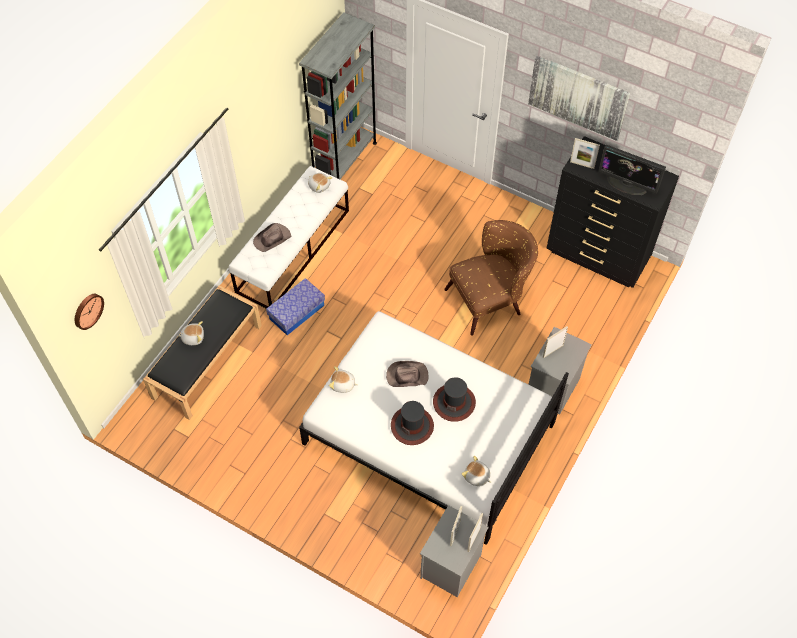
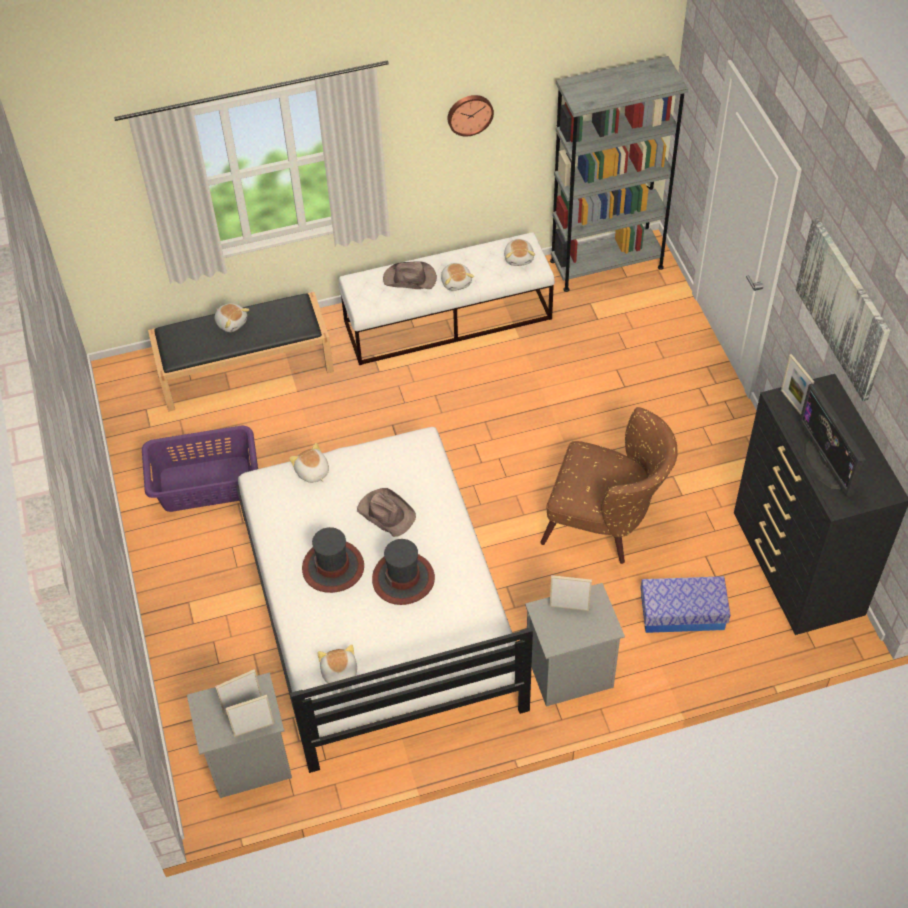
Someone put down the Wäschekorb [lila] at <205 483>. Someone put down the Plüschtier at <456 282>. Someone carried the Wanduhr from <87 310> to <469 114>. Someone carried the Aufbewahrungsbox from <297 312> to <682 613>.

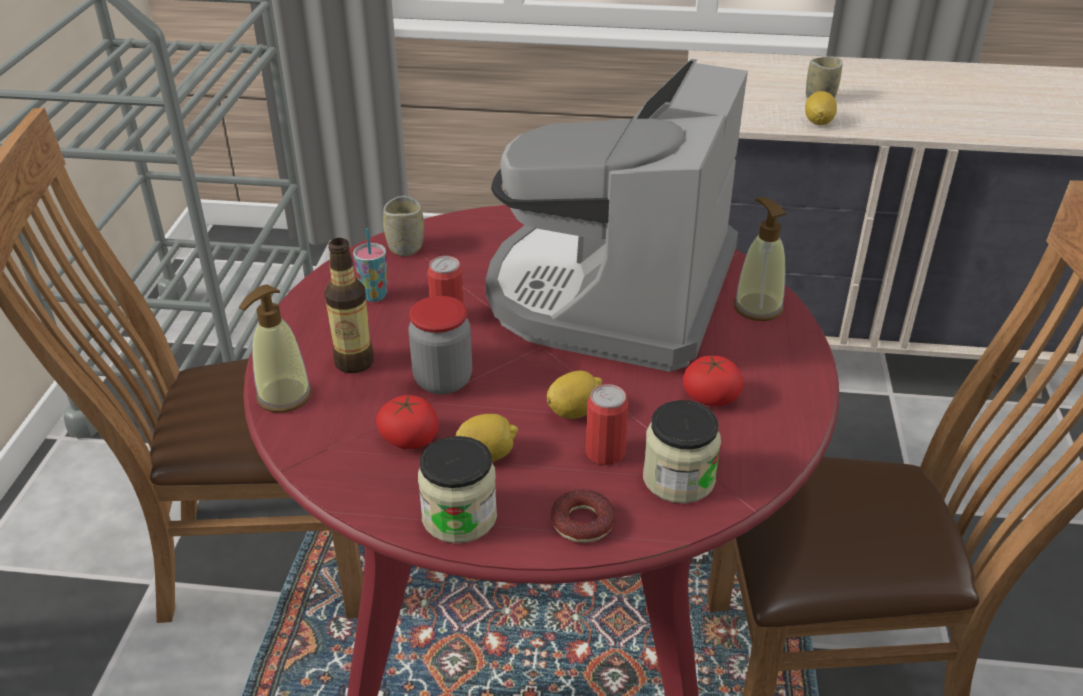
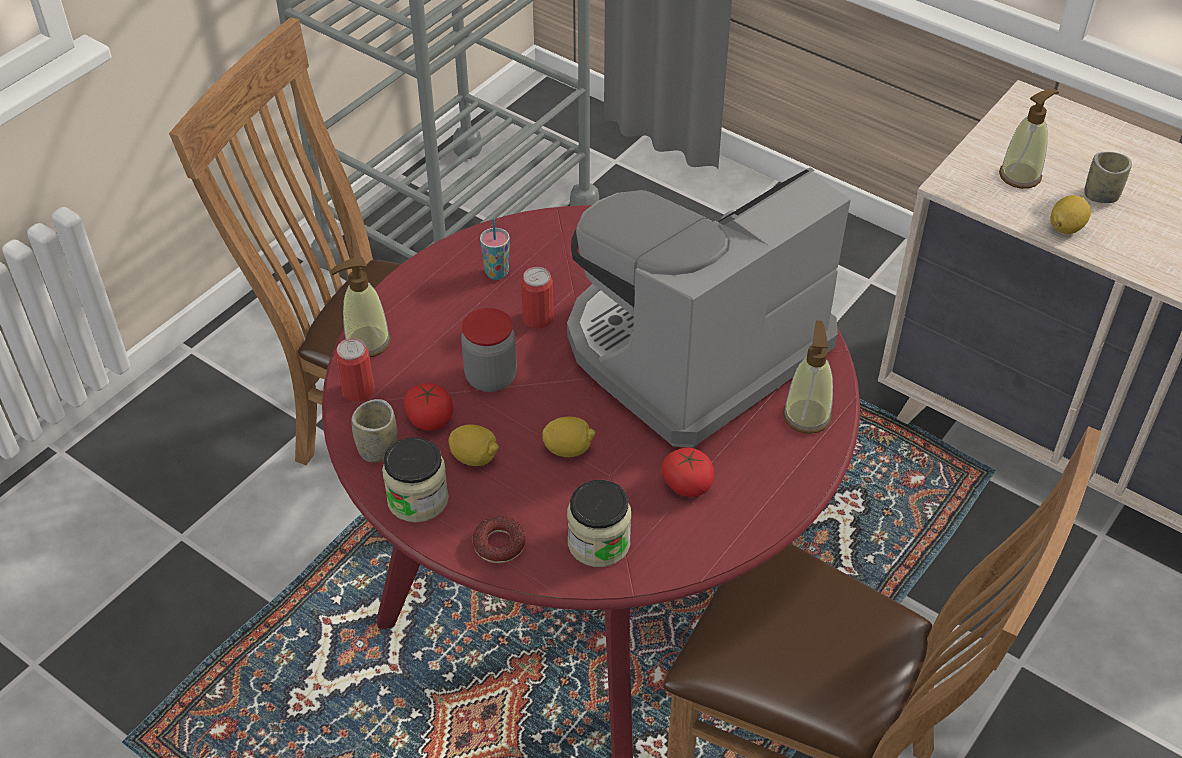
Someone carried the Dose from <605 453> to <358 390>. Someone carried the Tasse from <405 247> to <377 448>. Someone put down the Seifenspender at <1020 176>. Someone took away the Flasche at <354 362>.

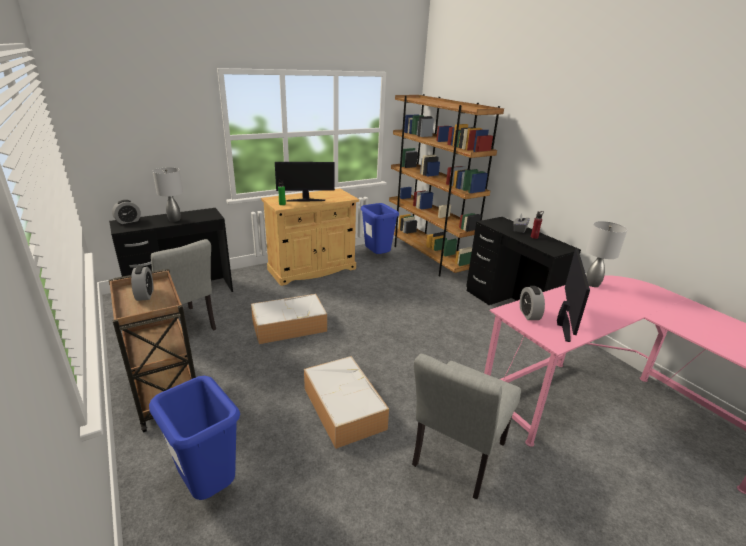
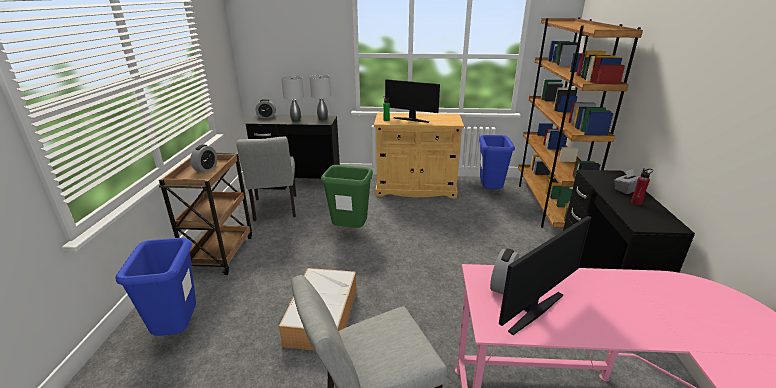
Someone carried the Tischlampe [grau] from <592 284> to <322 119>. Someone swapped the Aufbewahrungsbox at <290 325> for the Mülleimer [grün] at <350 231>.

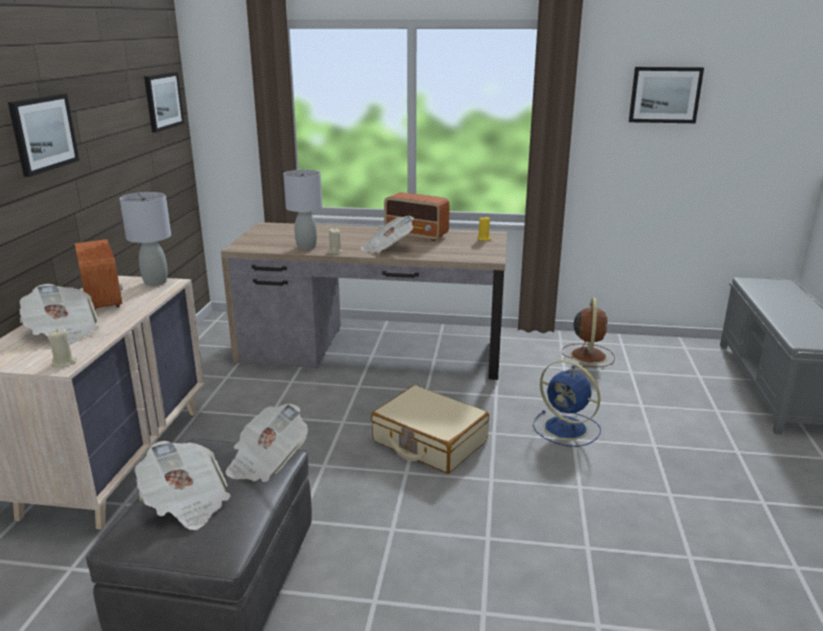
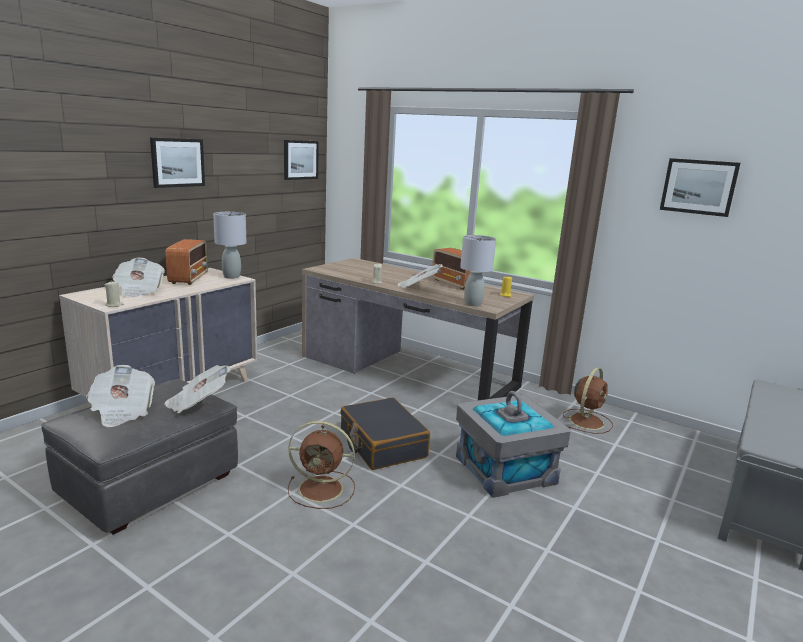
Someone put down the Ventilator [braun] at <323 489>. Someone repainted the Koffer [beige] at <429 441>, which became the Koffer [schwarz] at <382 444>. Someone swapped the Ventilator [blau] at <567 429> for the Aufbewahrungsbox [grau] at <506 470>. Someone carried the Tischlampe [grau] from <306 247> to <472 304>.

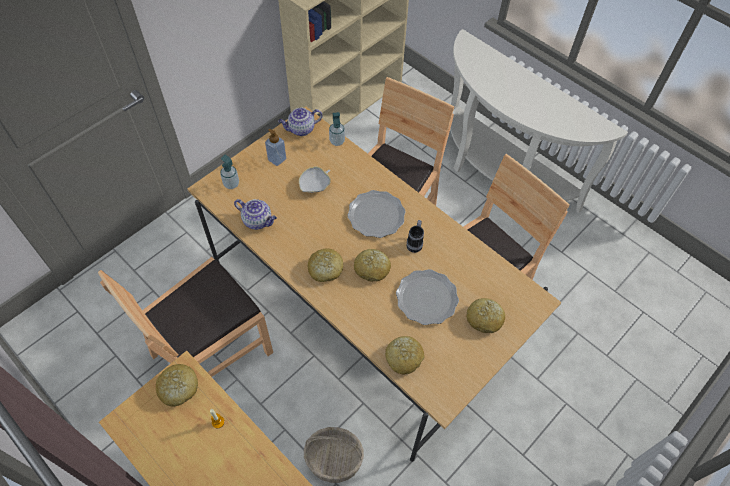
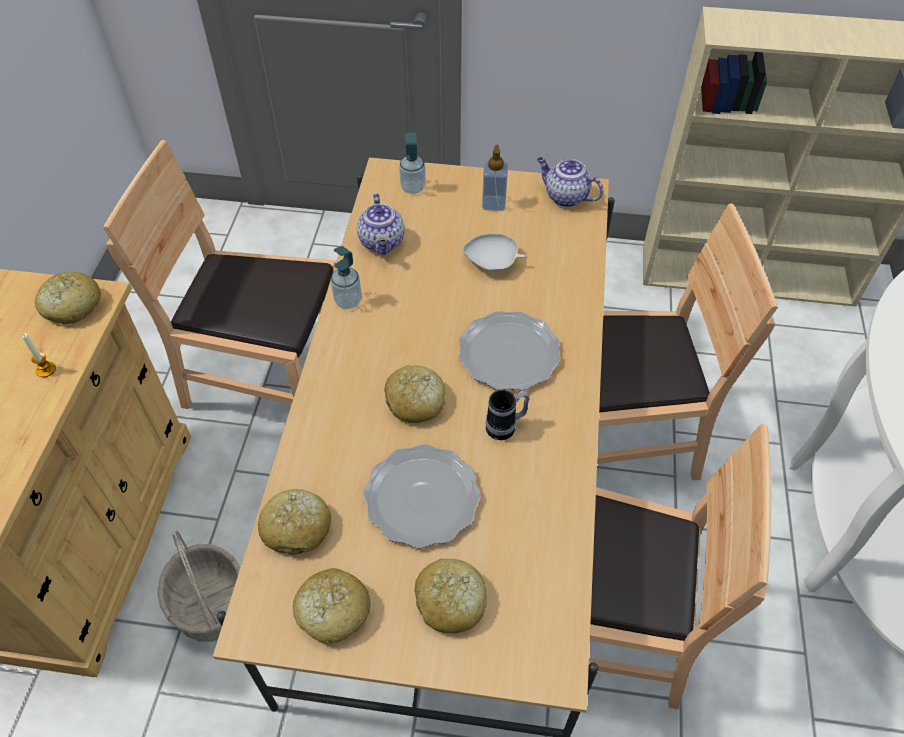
Someone carried the Brot from <325 269> to <332 611>. Someone carried the Seifenspender from <337 141> to <348 301>.

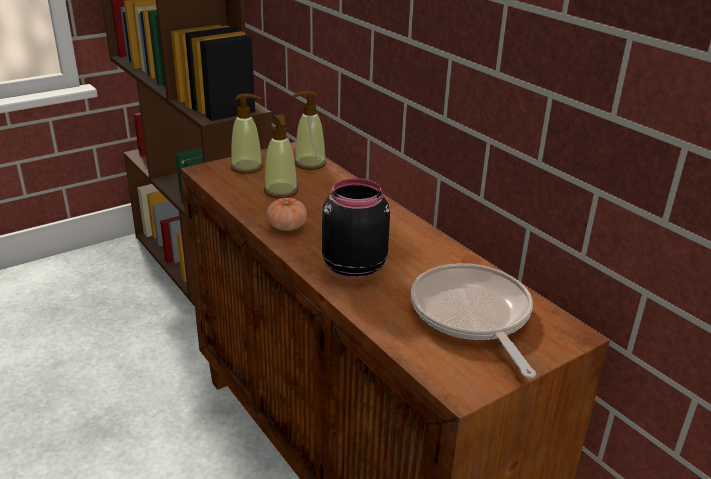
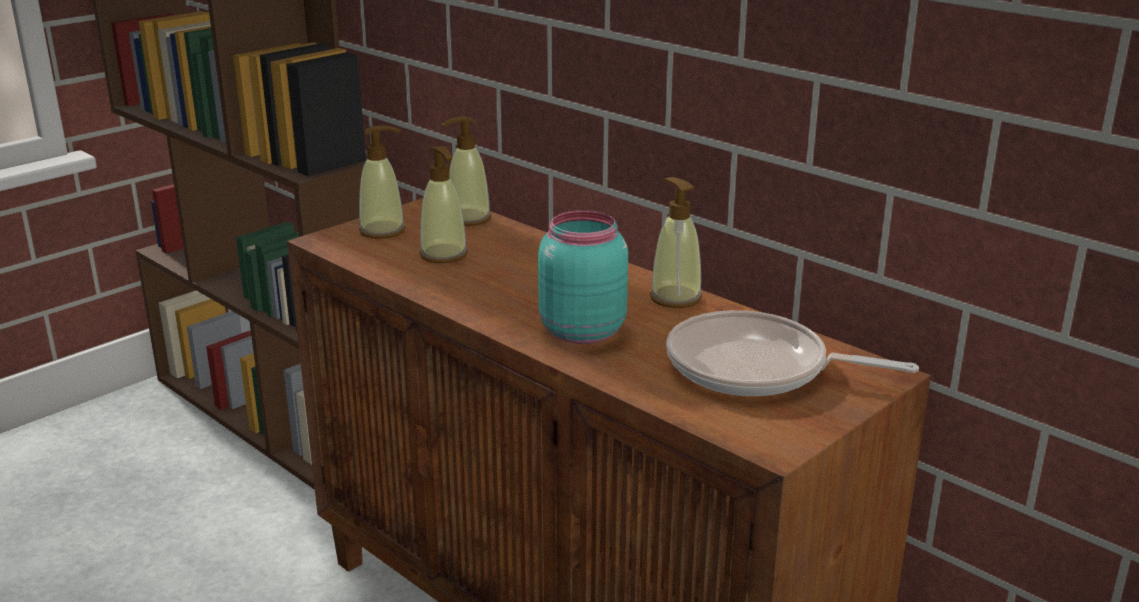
Someone repainted the Vorratsglas [schwarz] at <352 266>, which became the Vorratsglas [türkis] at <580 331>. Someone put down the Seifenspender at <675 298>. Someone rotated the Pfanne at <472 316> by 45 degrees counterclockwise. Someone took away the Tomate at <287 226>.

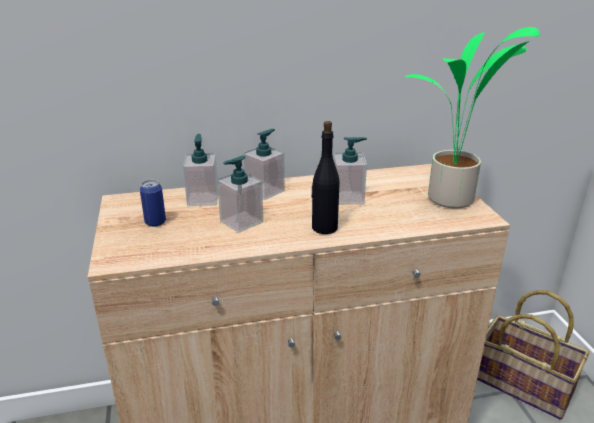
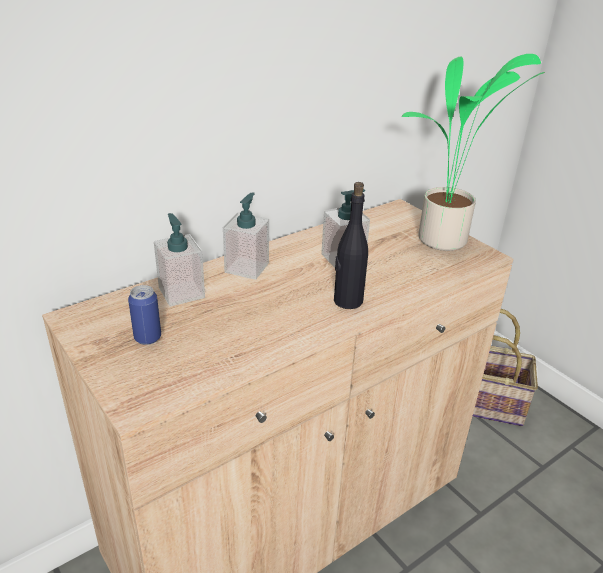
Someone took away the Seifenspender at <241 222>.

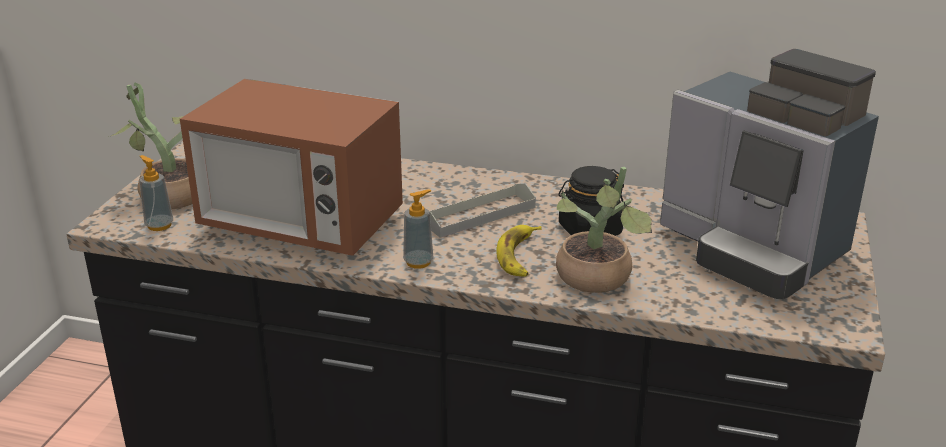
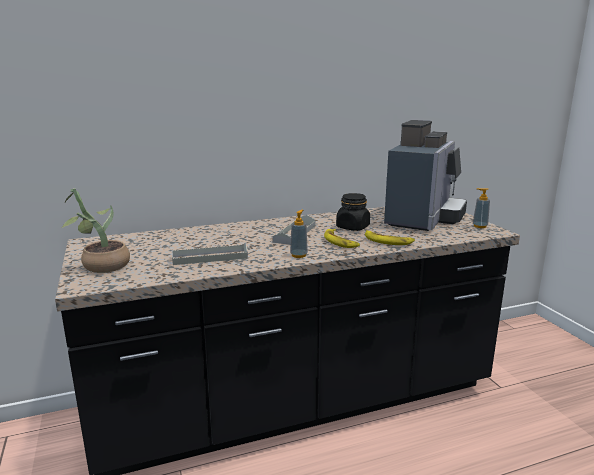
Someone swapped the Mikrowelle at <301 224> for the Tablett [grau] at <210 257>. Someone swapped the Topfpflanze at <598 281> for the Banane at <387 241>. Someone rotated the Kaffeemaschine at <753 249> by 75 degrees counterclockwise. Someone carried the Seifenspender from <159 225> to <479 226>.

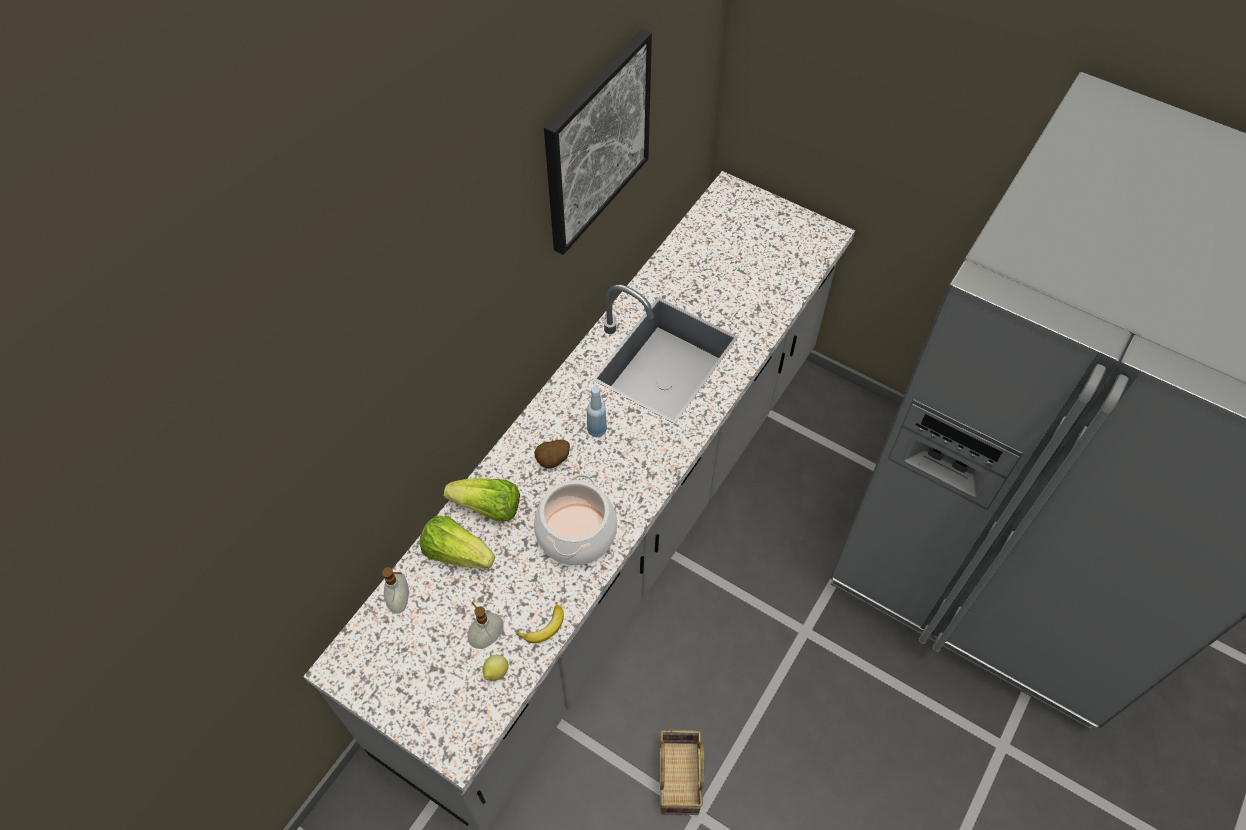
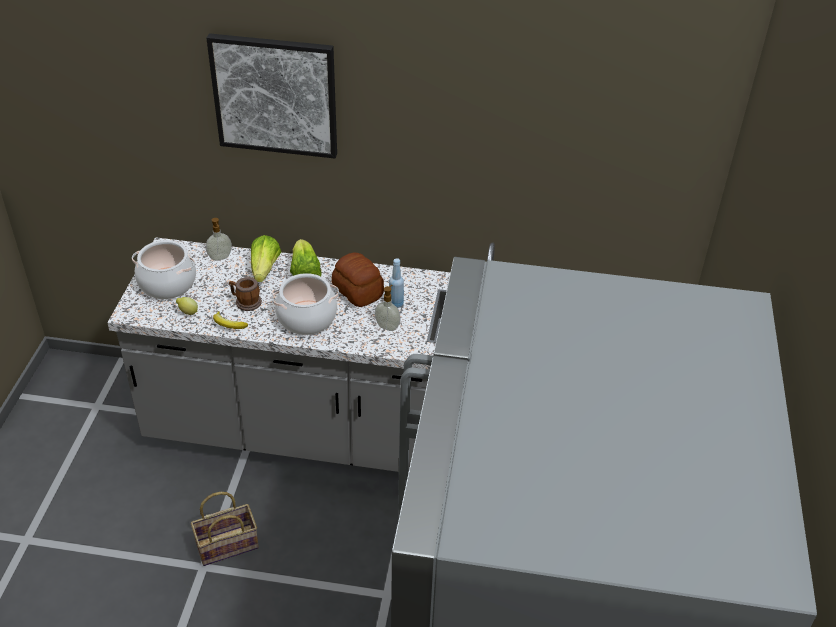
Someone put down the Kochtopf at <167 283>. Someone carried the Bild from <596 142> to <275 95>. Someone put down the Henkelbecher at <245 302>. Someone swapped the Kartoffel at <553 461> for the Brot at <358 290>. Someone carried the Seifenspender from <487 637> to <387 326>.

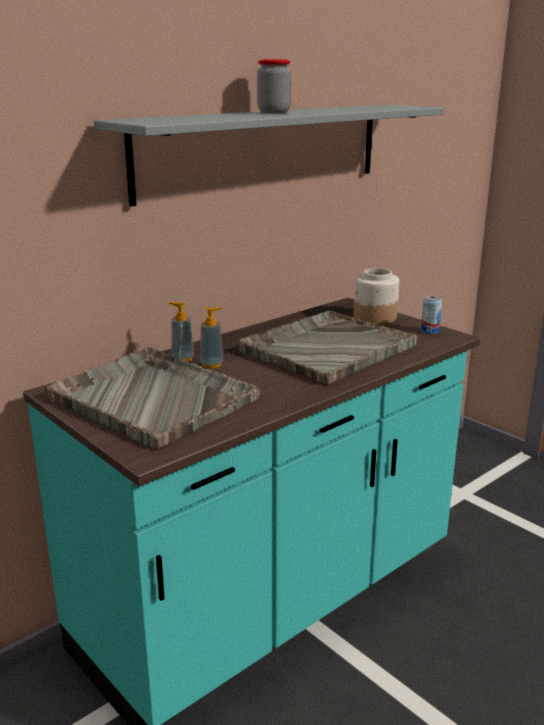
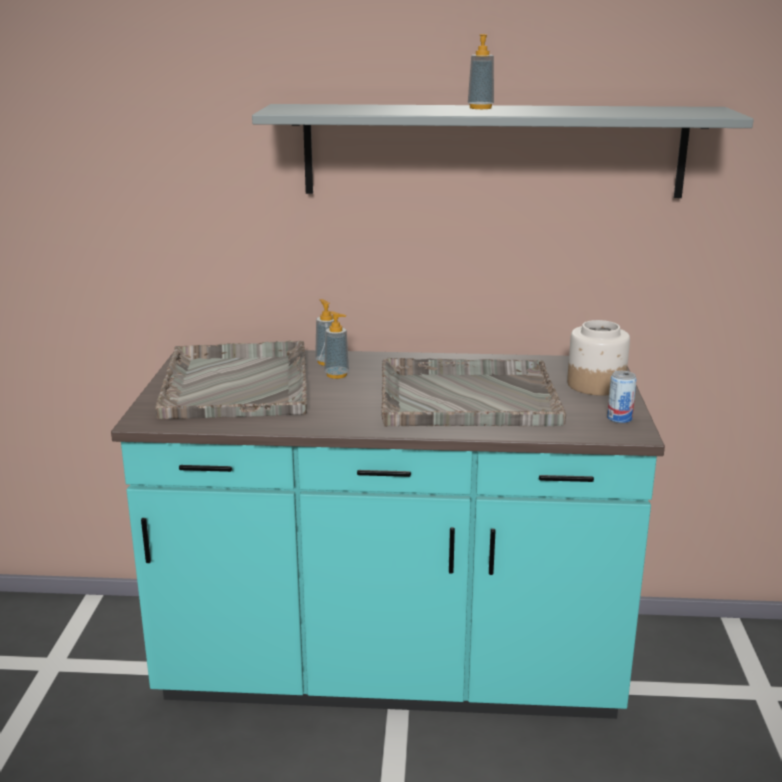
Someone swapped the Vorratsglas at <274 112> for the Seifenspender at <480 108>.

